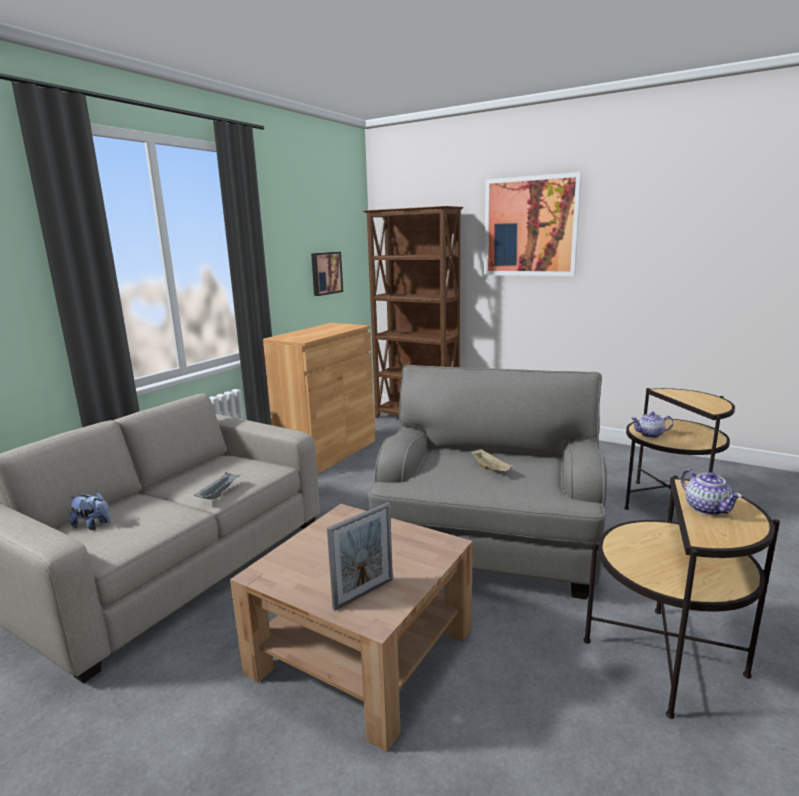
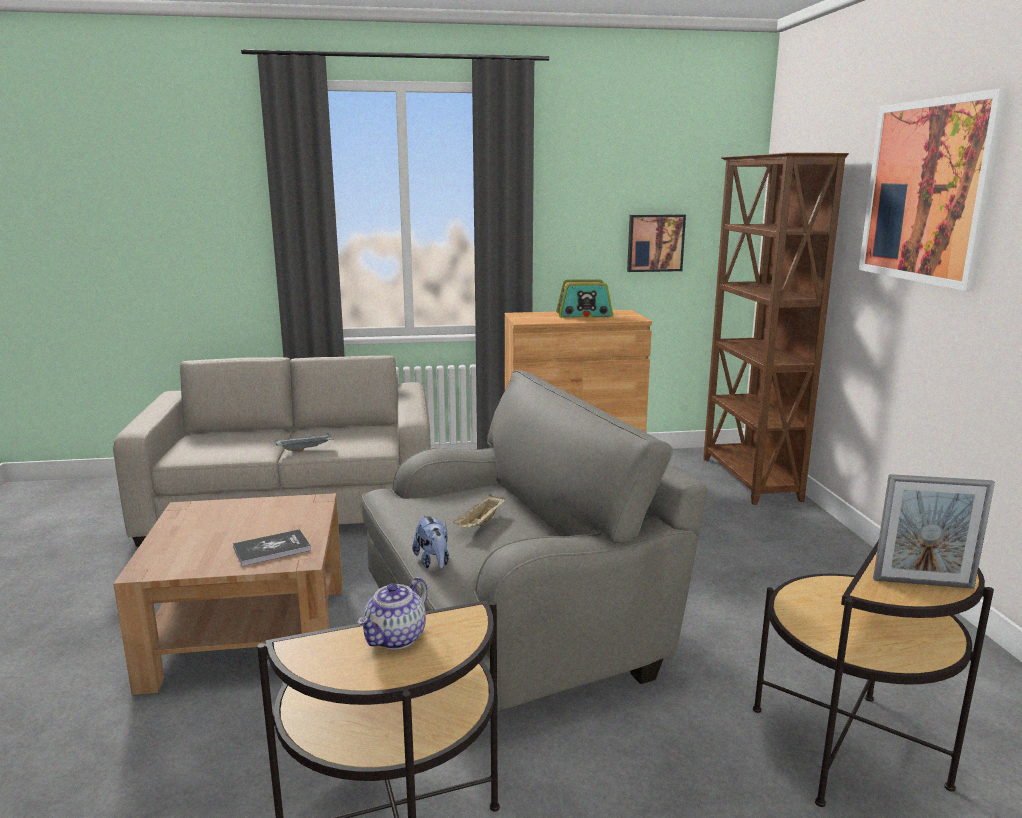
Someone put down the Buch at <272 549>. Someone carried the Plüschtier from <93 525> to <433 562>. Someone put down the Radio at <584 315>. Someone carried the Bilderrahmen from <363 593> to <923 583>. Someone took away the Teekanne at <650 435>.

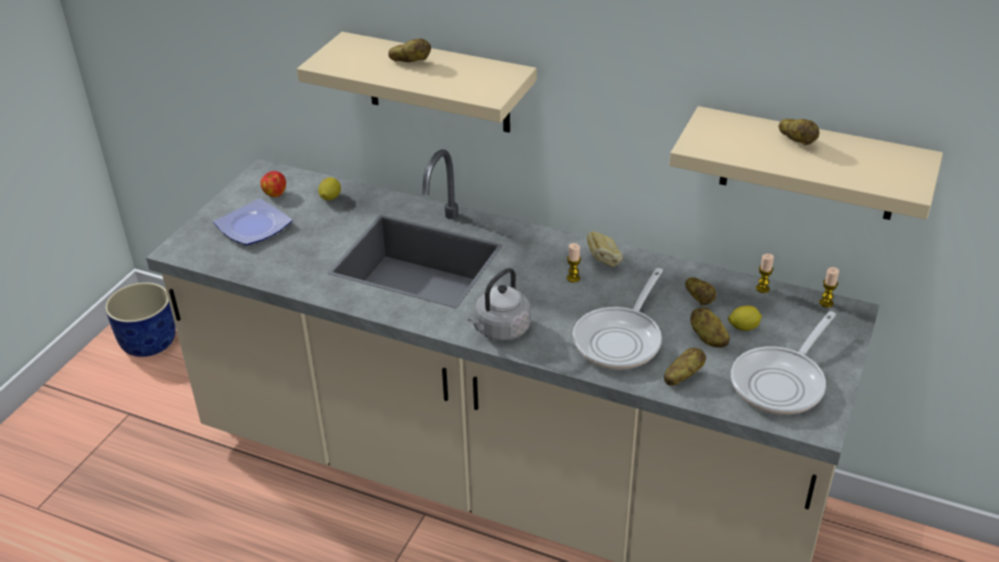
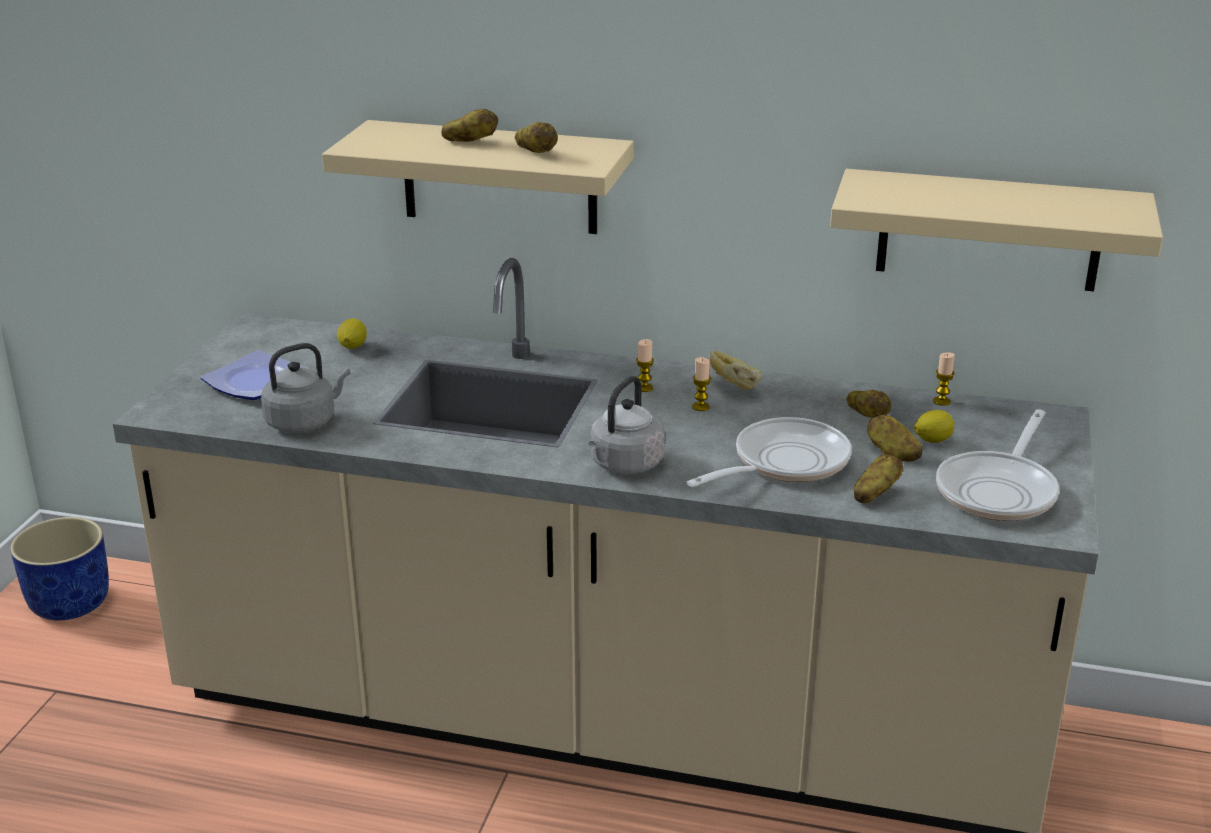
Someone put down the Wasserkessel [grau] at <304 422>. Someone carried the Kartoffel from <797 142> to <536 153>. Someone carried the Kerze from <826 303> to <644 388>. Someone rotated the Pfanne at <621 339> by 150 degrees counterclockwise. Someone took away the Apfel at <275 194>.

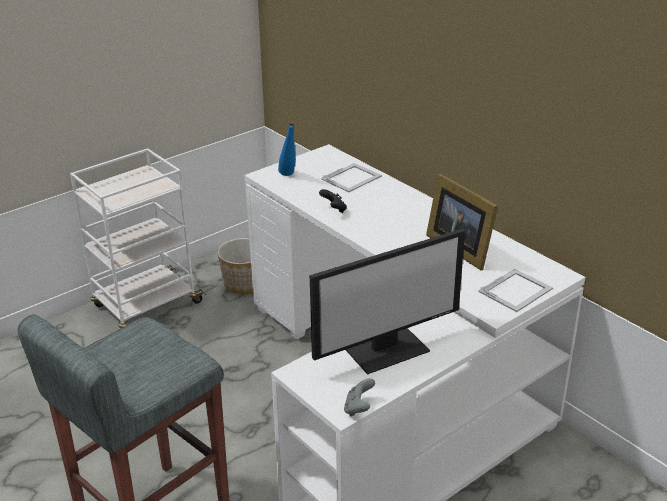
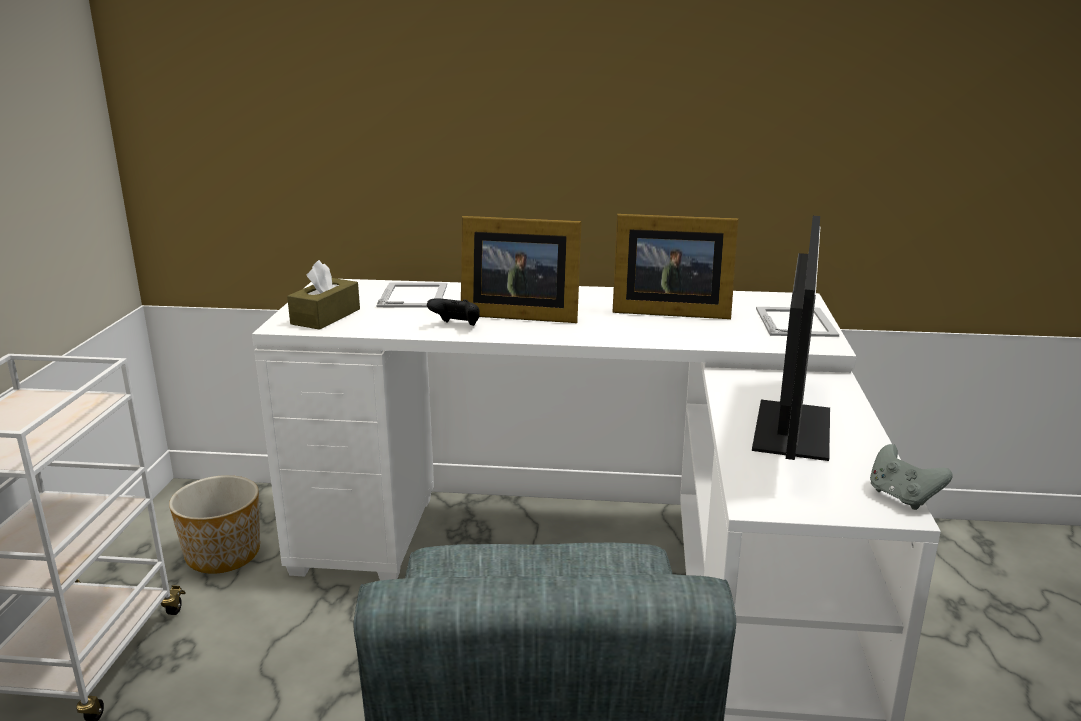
Someone swapped the Flasche [blau] at <289 176> for the Taschentuchbox [braun] at <326 316>. Someone put down the Bilderrahmen at <517 314>.

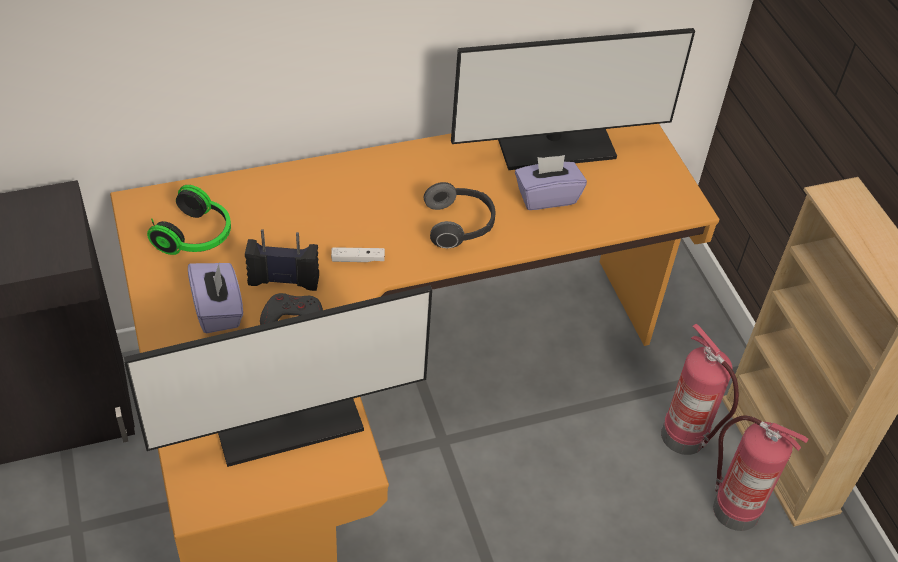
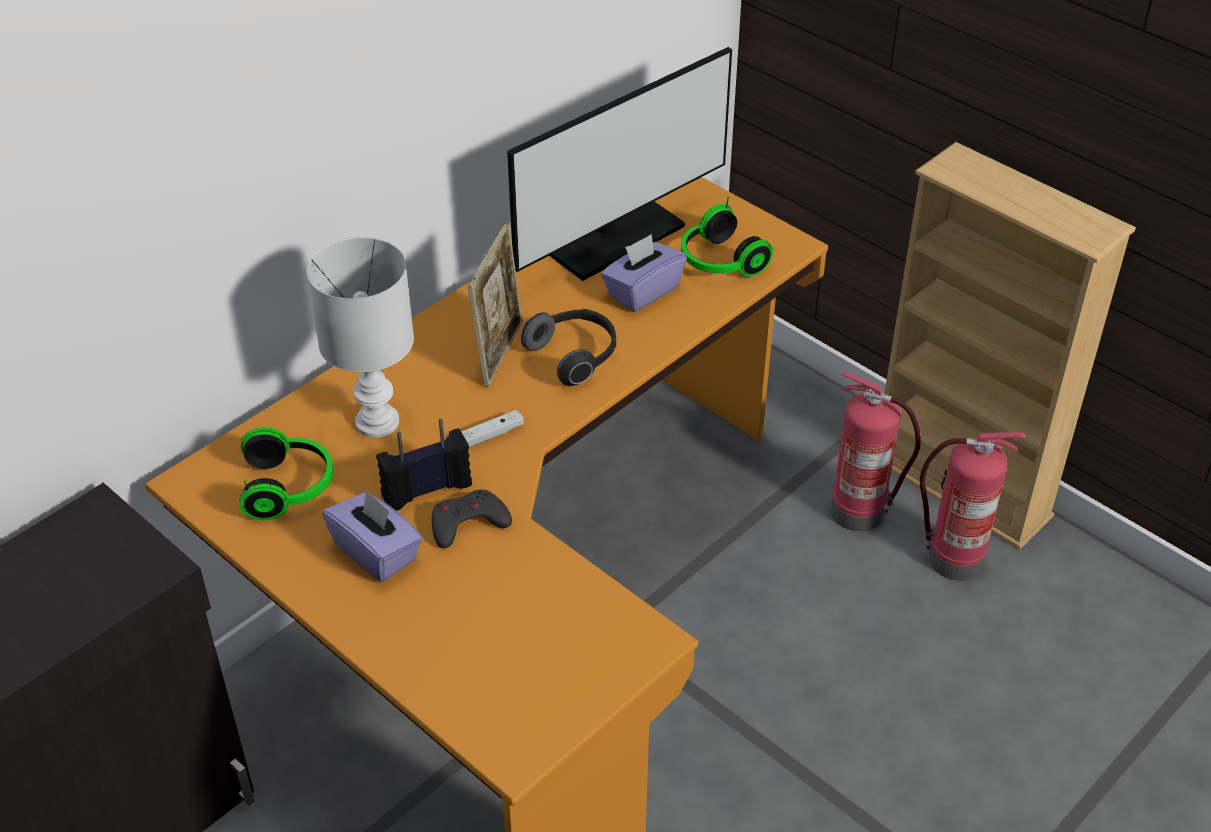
Someone put down the Tischlampe [weiß] at <376 423>. Someone put down the Bilderrahmen at <499 352>. Someone put down the Kopfhörer at <719 262>. Someone took away the Monitor at <288 422>.

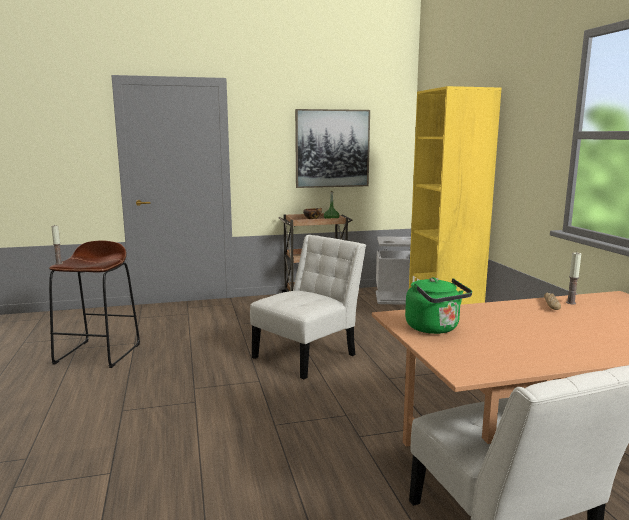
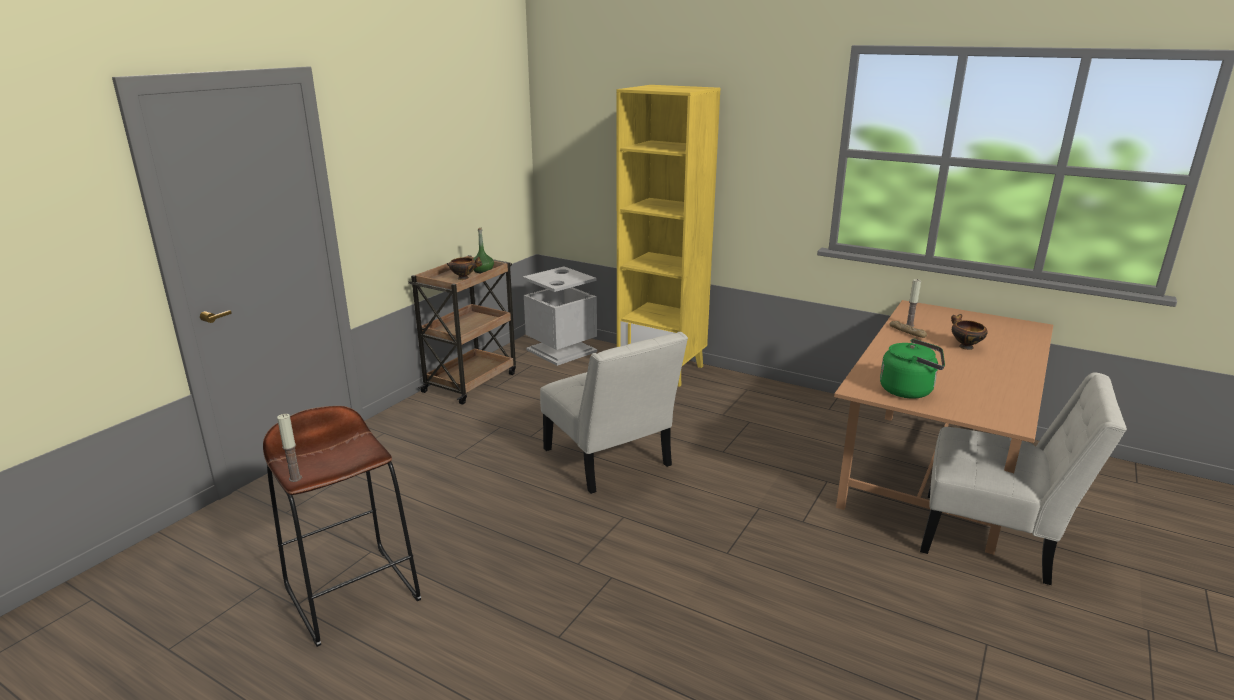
Someone rotated the Stuhl [weiß] at <308 355> by 150 degrees clockwise. Someone put down the Schüssel at <964 346>. Someone took away the Bild at <332 148>.

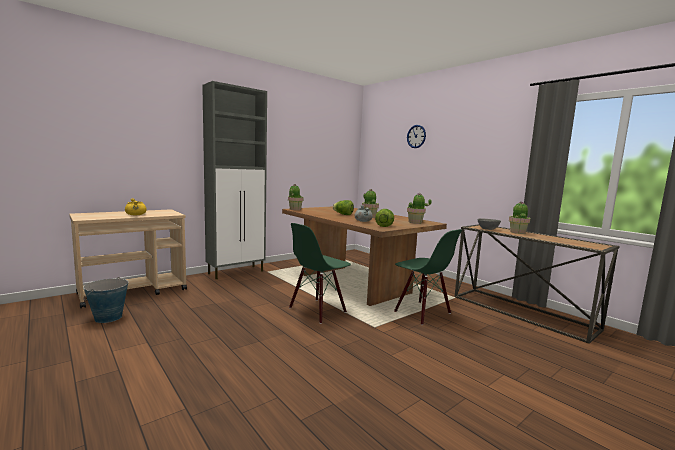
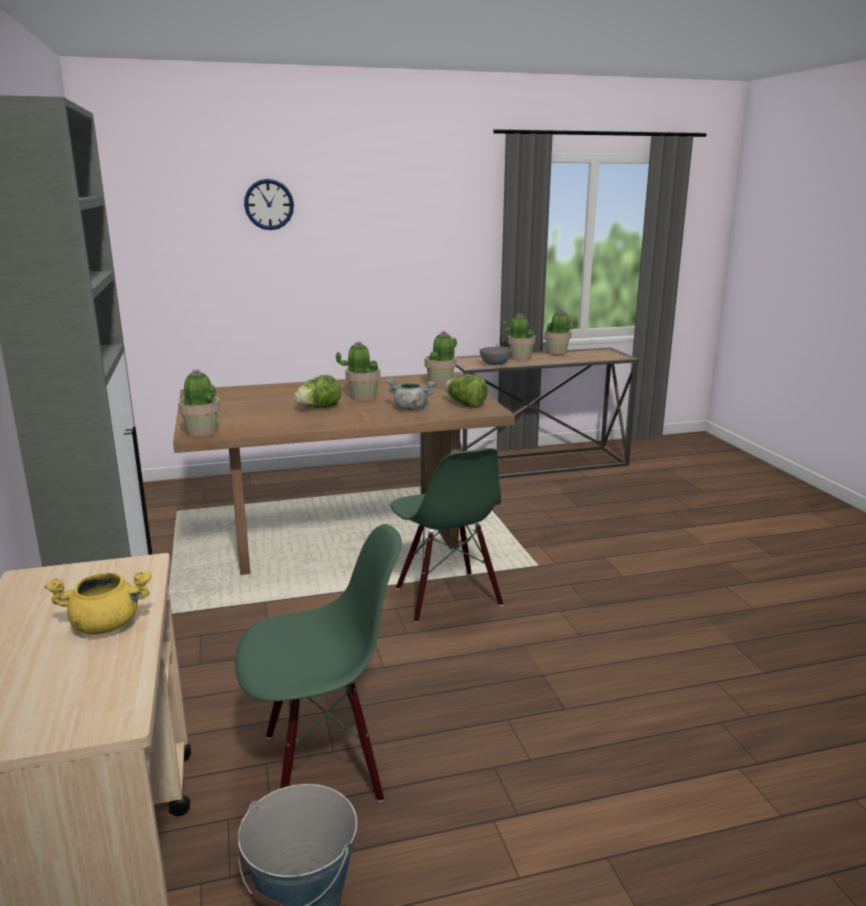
Someone carried the Stuhl [grün] from <422 313> to <323 764>. Someone put down the Topfpflanze at <557 352>.

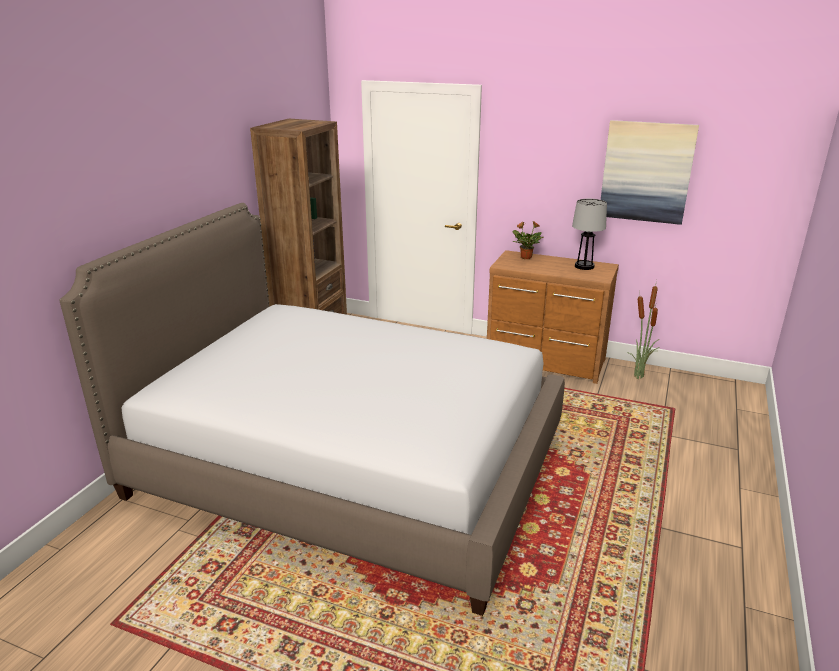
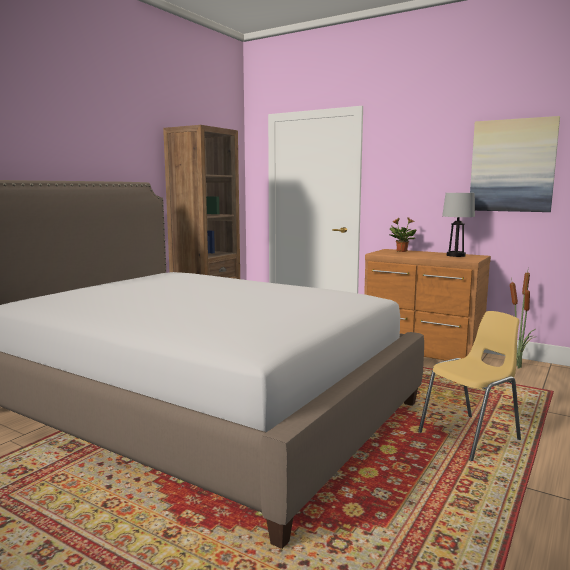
Someone put down the Stuhl [gelb] at <470 437>.

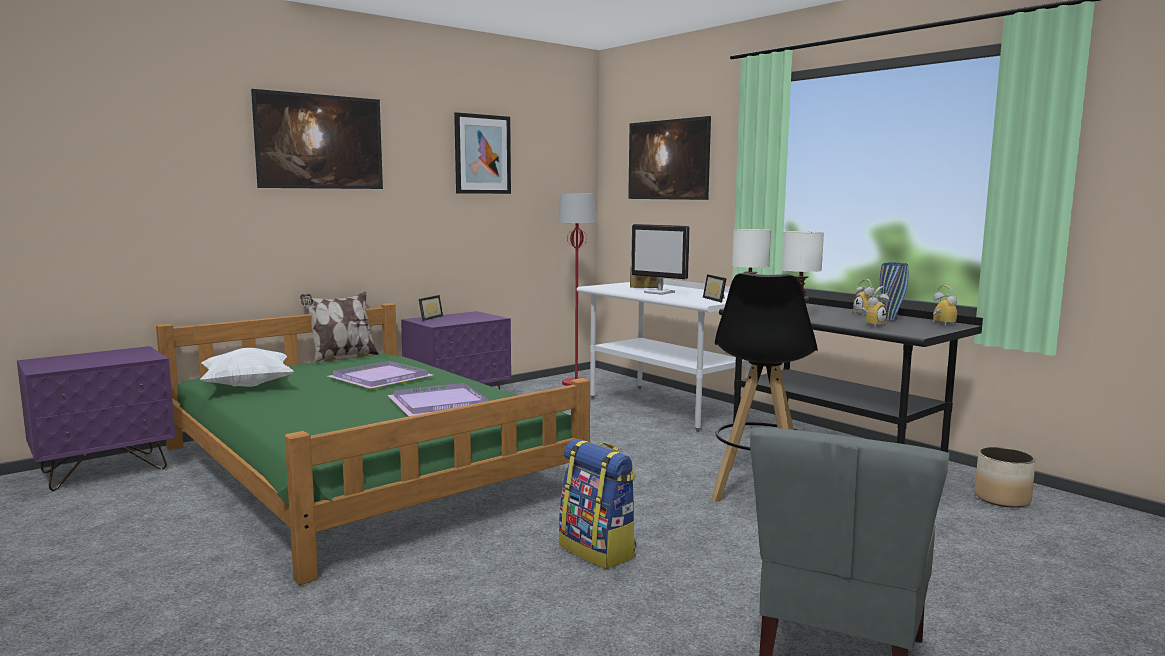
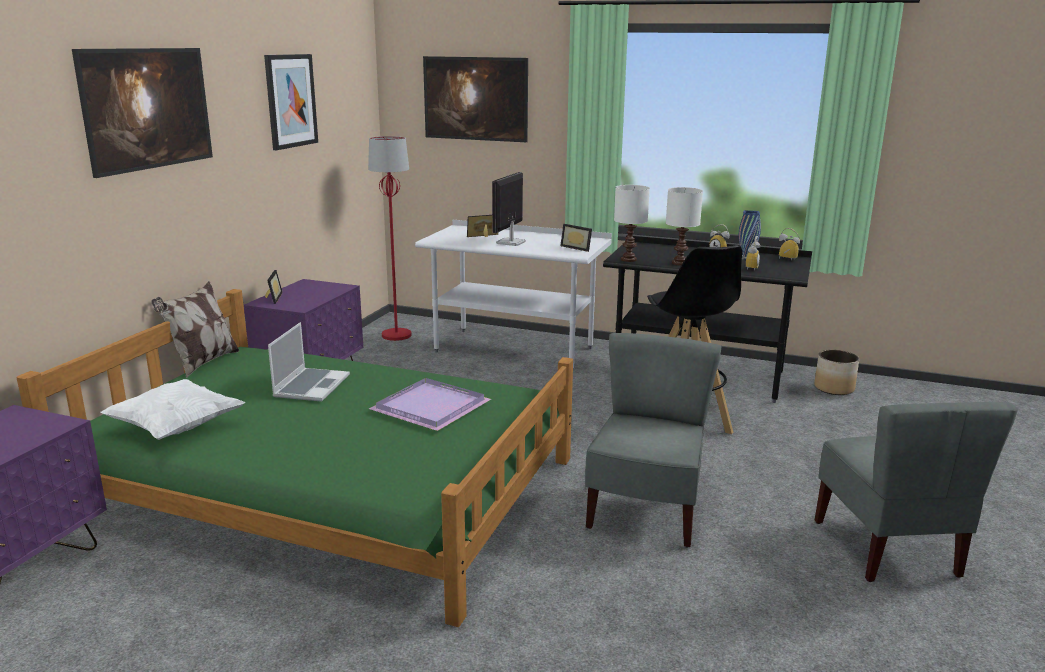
Someone swapped the Tablett [lila] at <381 378> for the Laptop at <311 386>. Someone rotated the Monitor at <660 292> by 105 degrees clockwise. Someone swapped the Rucksack at <598 550> for the Stuhl [grau] at <646 511>.

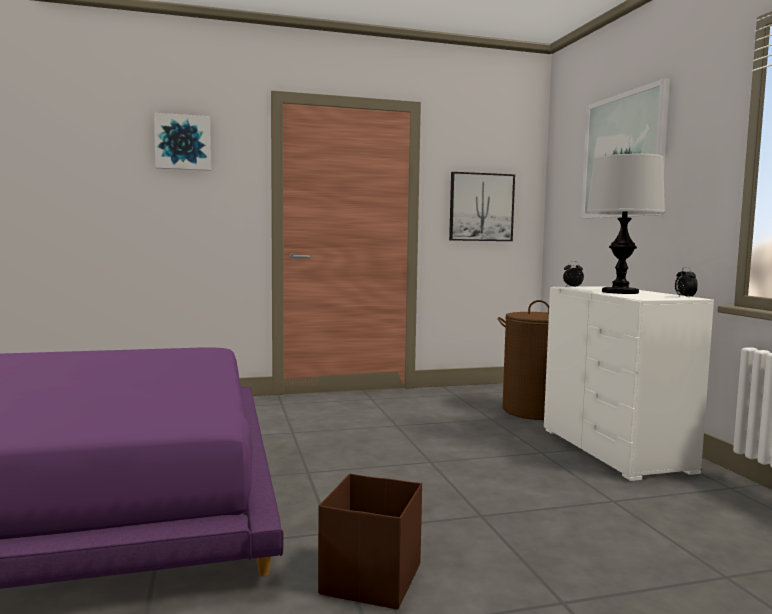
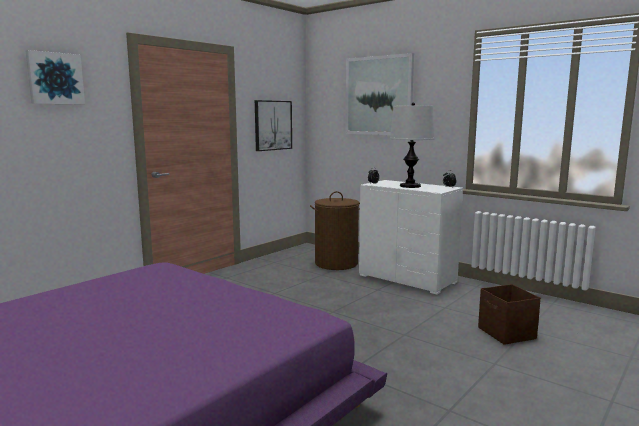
Someone carried the Aufbewahrungsbox [braun] from <370 580> to <506 333>.

